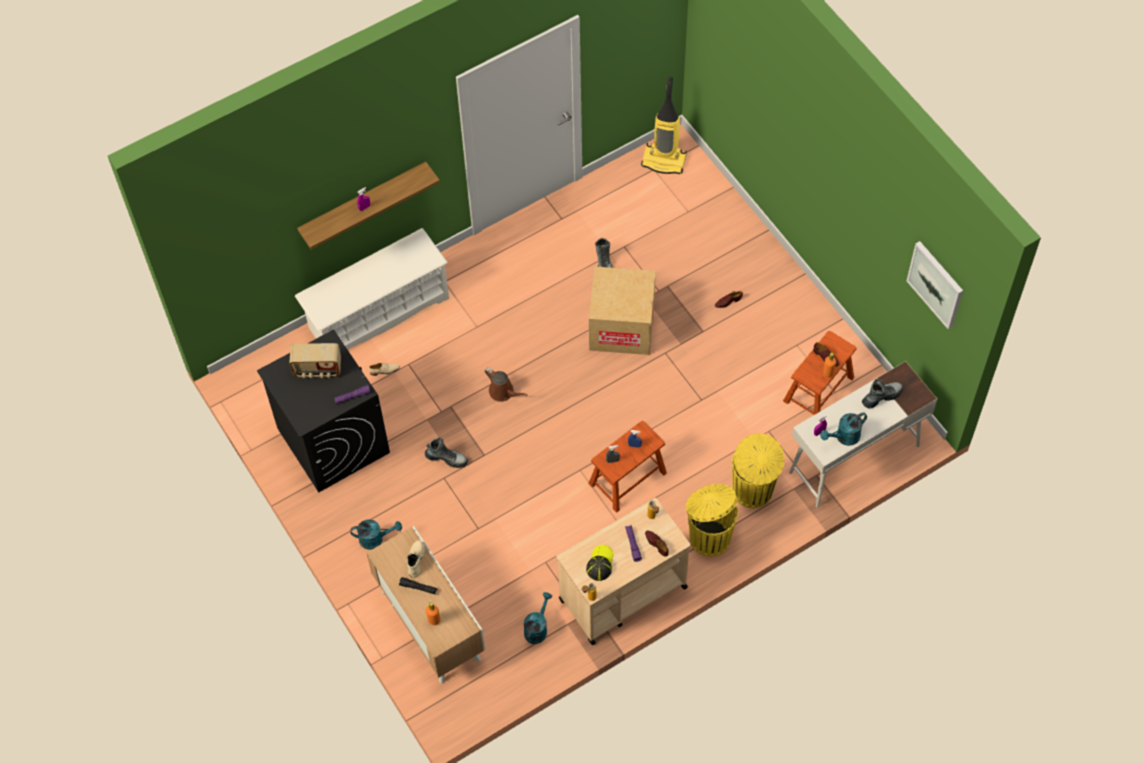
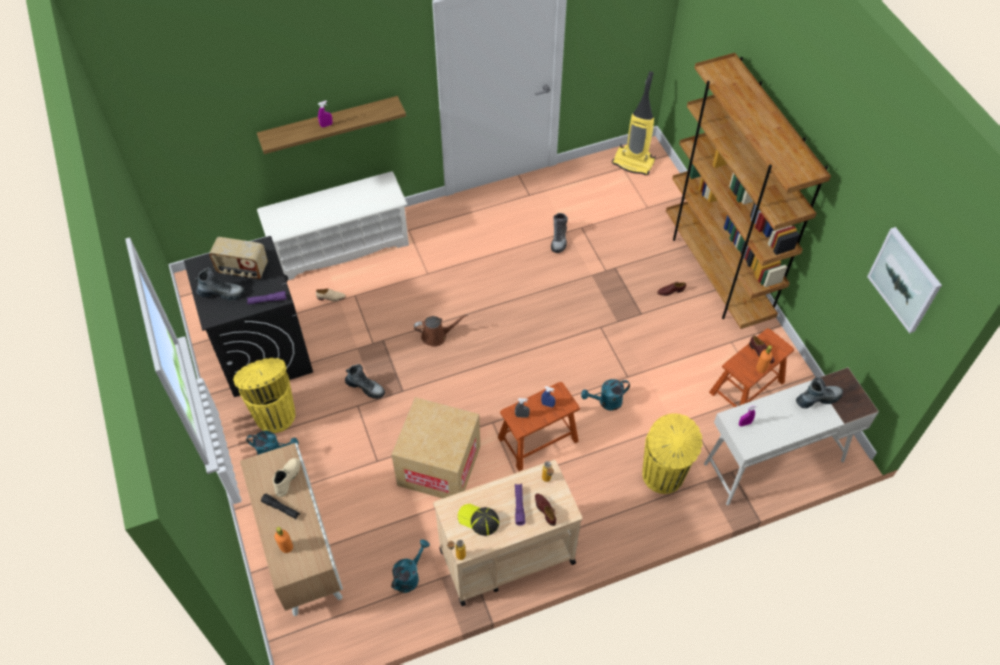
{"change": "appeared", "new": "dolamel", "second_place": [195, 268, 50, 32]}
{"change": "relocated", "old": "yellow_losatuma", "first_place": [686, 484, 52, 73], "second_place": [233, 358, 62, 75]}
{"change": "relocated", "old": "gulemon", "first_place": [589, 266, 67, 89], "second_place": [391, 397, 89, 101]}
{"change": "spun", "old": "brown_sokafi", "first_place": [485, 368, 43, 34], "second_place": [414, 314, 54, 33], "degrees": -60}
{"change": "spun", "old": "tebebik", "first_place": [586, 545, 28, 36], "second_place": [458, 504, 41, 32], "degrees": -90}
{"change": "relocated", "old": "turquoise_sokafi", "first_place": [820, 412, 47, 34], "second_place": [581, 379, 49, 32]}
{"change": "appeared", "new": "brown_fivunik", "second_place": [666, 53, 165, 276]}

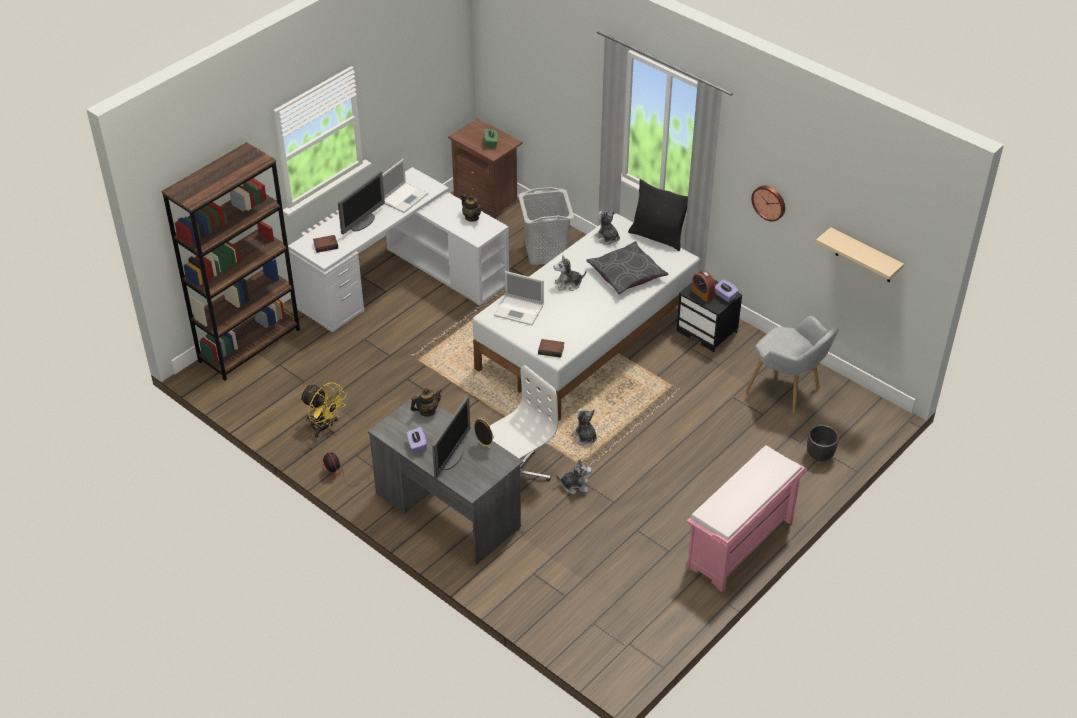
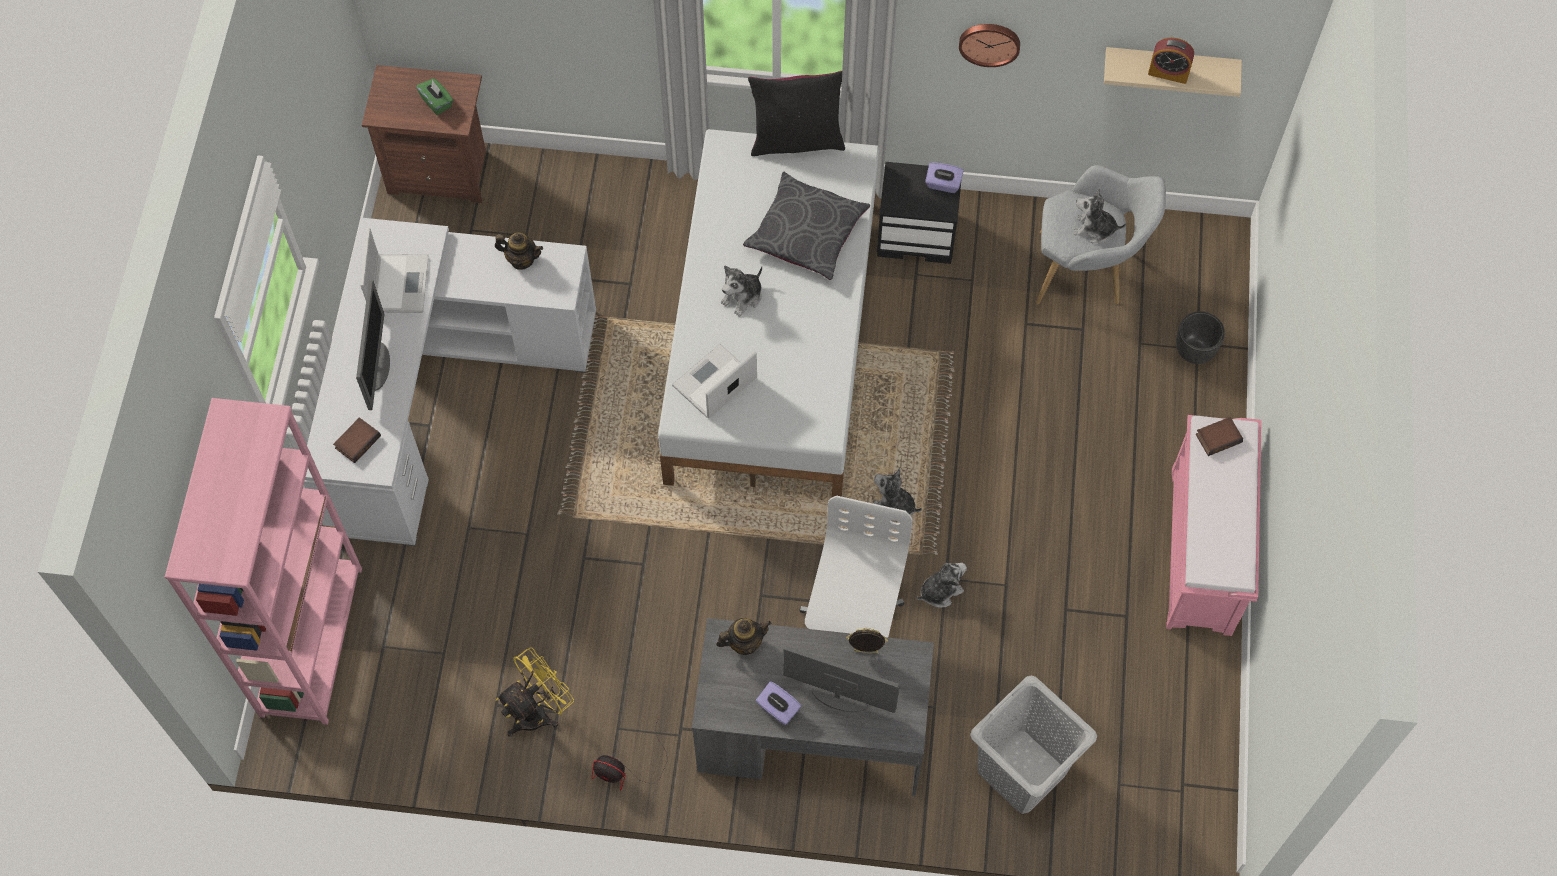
{"change": "colour", "old": "brown_fivunik", "new": "pink_fivunik", "first_place": [161, 142, 139, 239], "second_place": [165, 398, 197, 327]}
{"change": "spun", "old": "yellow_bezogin", "first_place": [300, 382, 47, 56], "second_place": [496, 648, 78, 89], "degrees": -45}
{"change": "spun", "old": "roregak", "first_place": [494, 271, 50, 54], "second_place": [672, 344, 85, 74], "degrees": 150}
{"change": "spun", "old": "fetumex", "first_place": [410, 388, 32, 29], "second_place": [716, 618, 55, 37], "degrees": 45}
{"change": "spun", "old": "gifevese", "first_place": [432, 396, 38, 82], "second_place": [783, 646, 117, 67], "degrees": -60}
{"change": "relocated", "old": "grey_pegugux", "first_place": [518, 187, 56, 78], "second_place": [970, 675, 127, 139]}
{"change": "relocated", "old": "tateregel", "first_place": [594, 210, 26, 35], "second_place": [1074, 188, 52, 55]}
{"change": "relocated", "old": "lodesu", "first_place": [691, 270, 24, 32], "second_place": [1148, 38, 46, 46]}
{"change": "relocated", "old": "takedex", "first_place": [538, 339, 26, 19], "second_place": [1196, 417, 47, 39]}

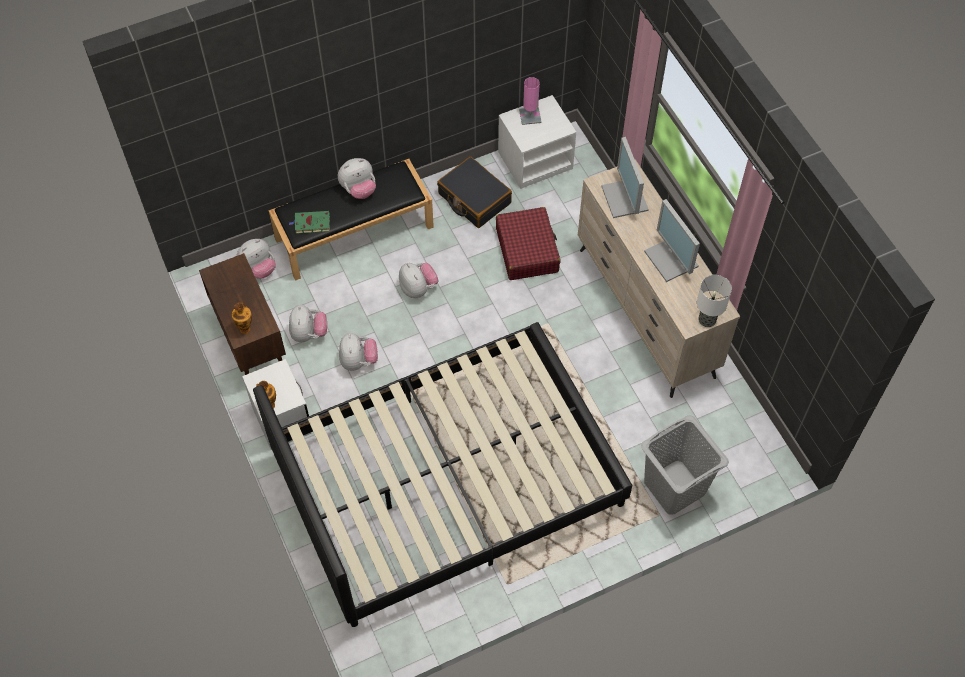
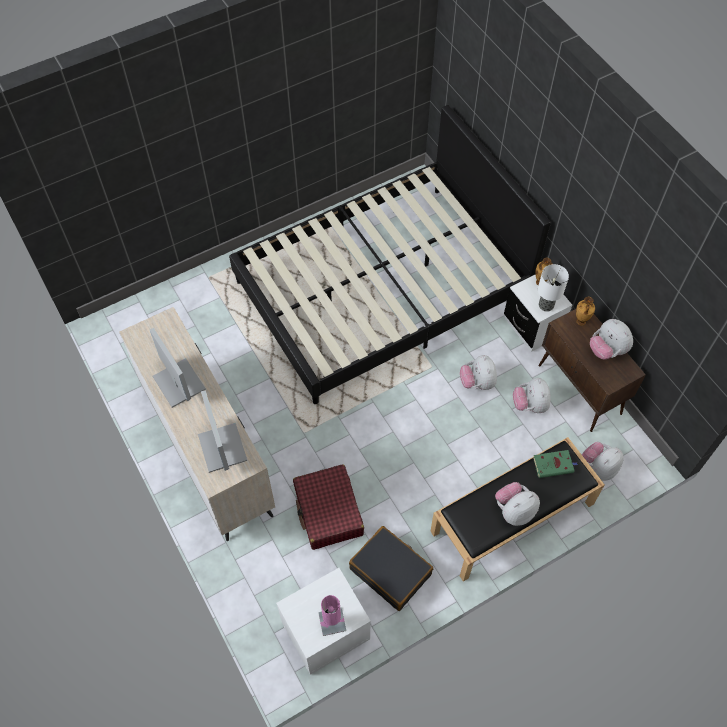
{"change": "relocated", "old": "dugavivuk", "first_place": [697, 275, 35, 52], "second_place": [538, 264, 31, 48]}
{"change": "relocated", "old": "tateregel", "first_place": [399, 263, 39, 35], "second_place": [590, 319, 43, 40]}
{"change": "missing", "old": "grey_pegugux", "first_place": [641, 415, 88, 100]}

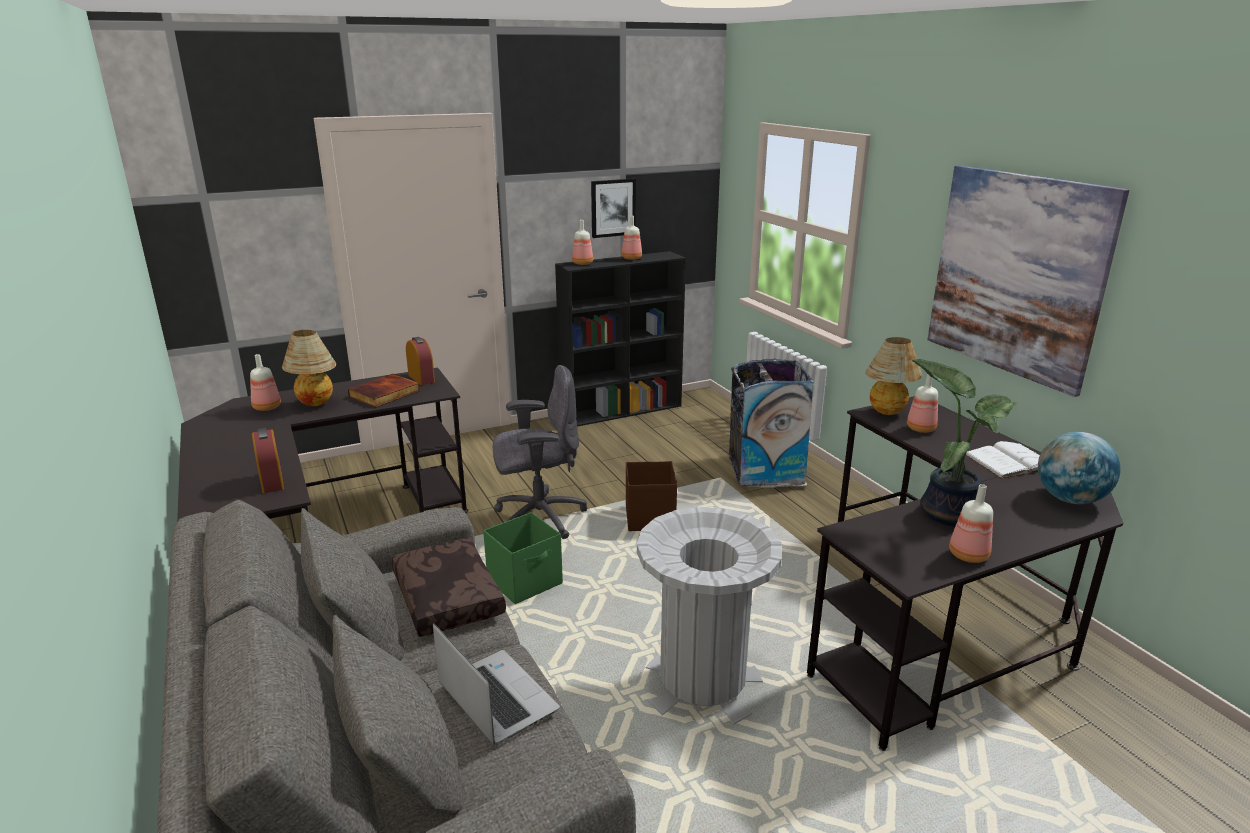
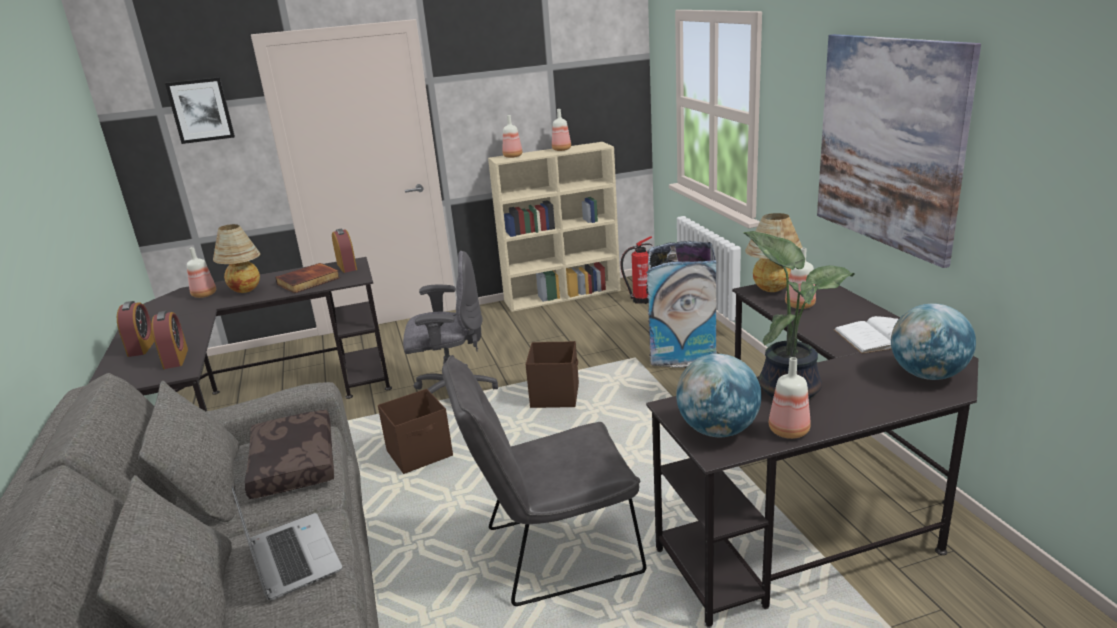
{"change": "appeared", "new": "lodesu", "second_place": [117, 301, 37, 56]}
{"change": "relocated", "old": "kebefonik", "first_place": [591, 178, 45, 60], "second_place": [165, 77, 70, 67]}
{"change": "colour", "old": "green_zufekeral", "new": "brown_zufekeral", "first_place": [483, 512, 80, 92], "second_place": [378, 389, 75, 85]}
{"change": "exchanged", "old": "grey_losatuma", "new": "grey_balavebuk", "first_place": [637, 507, 145, 218], "second_place": [442, 355, 204, 251]}
{"change": "colour", "old": "black_fivunik", "new": "beige_fivunik", "first_place": [555, 251, 131, 176], "second_place": [488, 142, 133, 170]}
{"change": "appeared", "new": "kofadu", "second_place": [621, 236, 31, 68]}
{"change": "appeared", "new": "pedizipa", "second_place": [676, 354, 85, 83]}

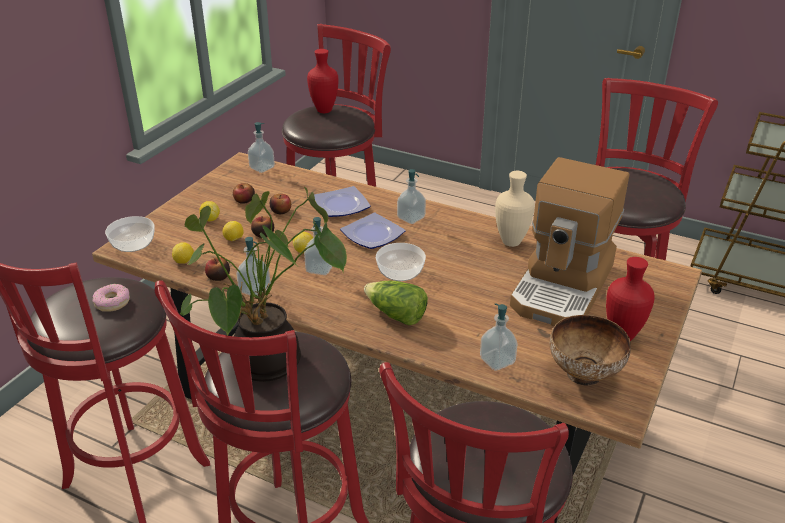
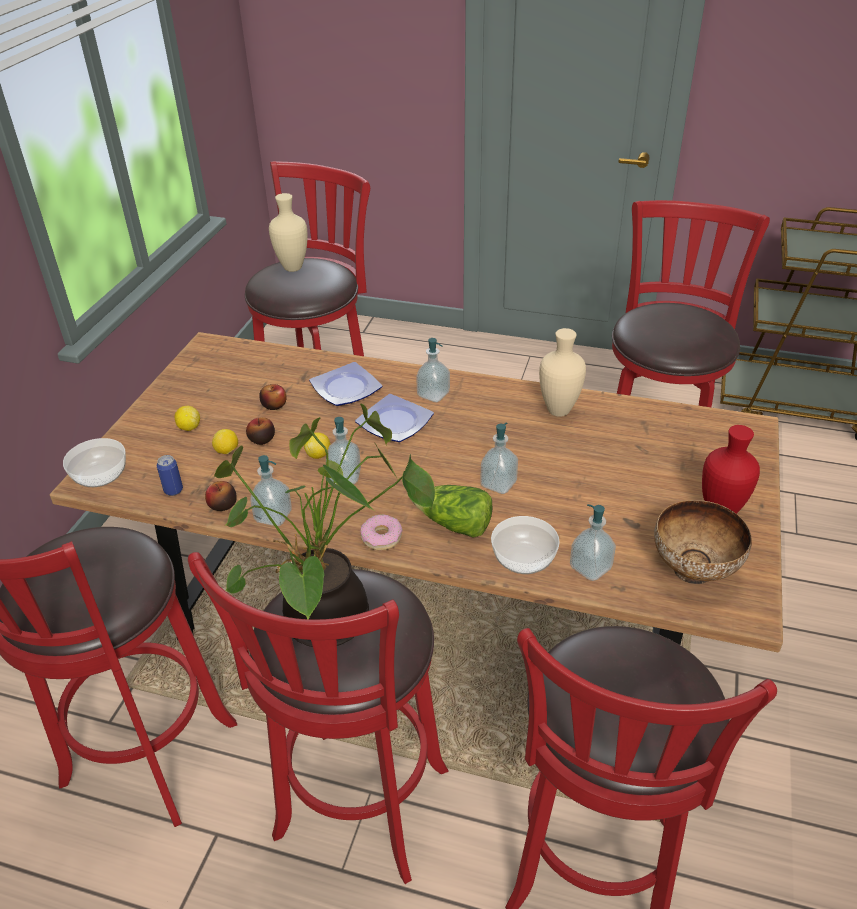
{"change": "exchanged", "old": "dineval", "new": "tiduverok", "first_place": [172, 242, 22, 22], "second_place": [157, 455, 26, 41]}
{"change": "colour", "old": "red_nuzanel", "new": "beige_nuzanel", "first_place": [307, 49, 31, 64], "second_place": [269, 193, 39, 79]}
{"change": "relocated", "old": "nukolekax", "first_place": [92, 284, 38, 28], "second_place": [360, 514, 43, 37]}
{"change": "relocated", "old": "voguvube", "first_place": [248, 122, 27, 51], "second_place": [480, 423, 38, 71]}
{"change": "relocated", "old": "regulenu", "first_place": [376, 243, 50, 38], "second_place": [491, 516, 69, 58]}
{"change": "missing", "old": "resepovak", "first_place": [233, 183, 22, 21]}
{"change": "missing", "old": "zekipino", "first_place": [510, 157, 120, 169]}

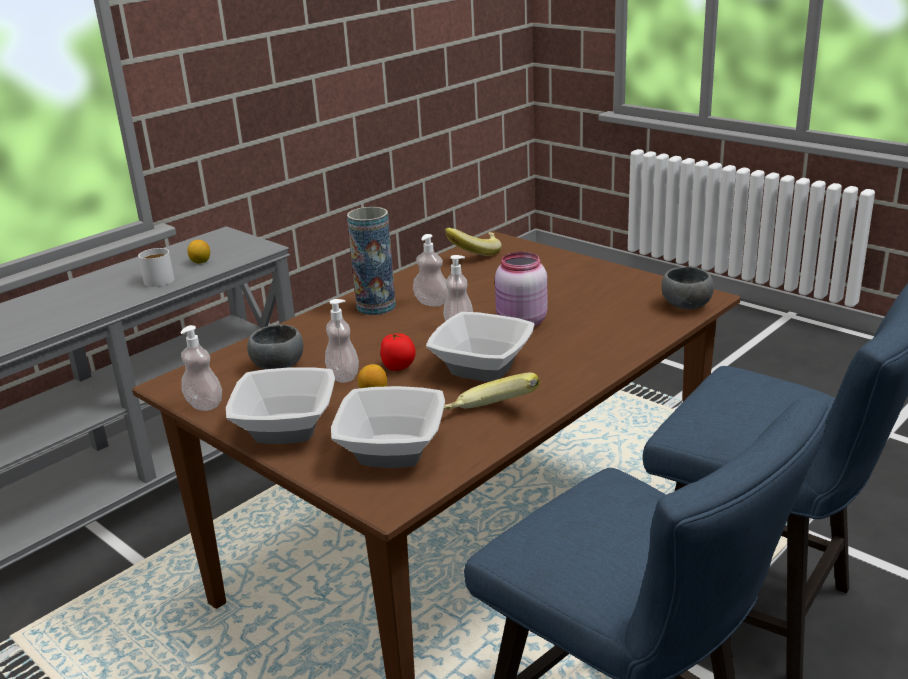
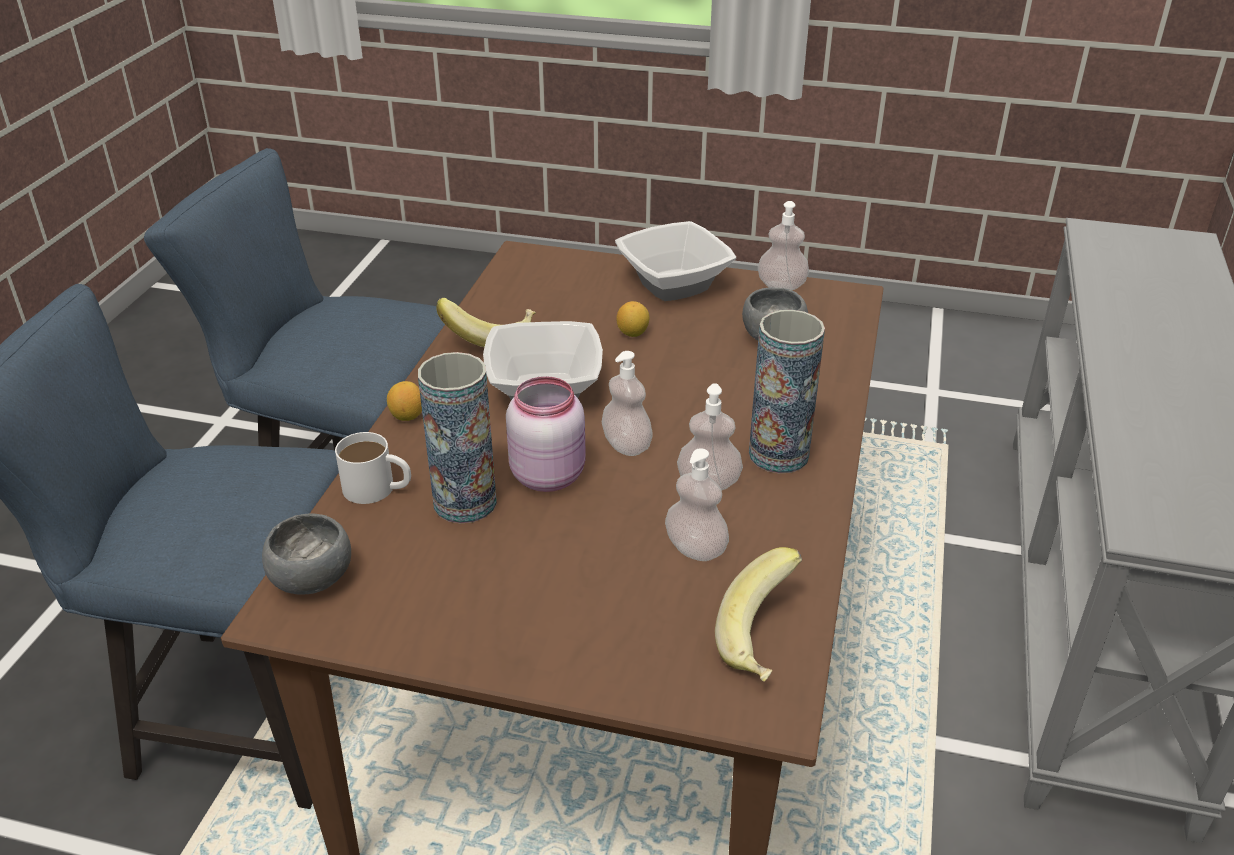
{"change": "relocated", "old": "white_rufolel", "first_place": [138, 248, 36, 39], "second_place": [335, 432, 76, 72]}
{"change": "relocated", "old": "dineval", "first_place": [187, 240, 23, 24], "second_place": [387, 381, 35, 40]}
{"change": "appeared", "new": "nuzanel", "second_place": [418, 352, 79, 171]}
{"change": "relocated", "old": "voguvube", "first_place": [325, 299, 34, 84], "second_place": [665, 448, 64, 113]}
{"change": "missing", "old": "regulenu", "first_place": [331, 386, 114, 82]}
{"change": "missing", "old": "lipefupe", "first_place": [380, 333, 36, 38]}

